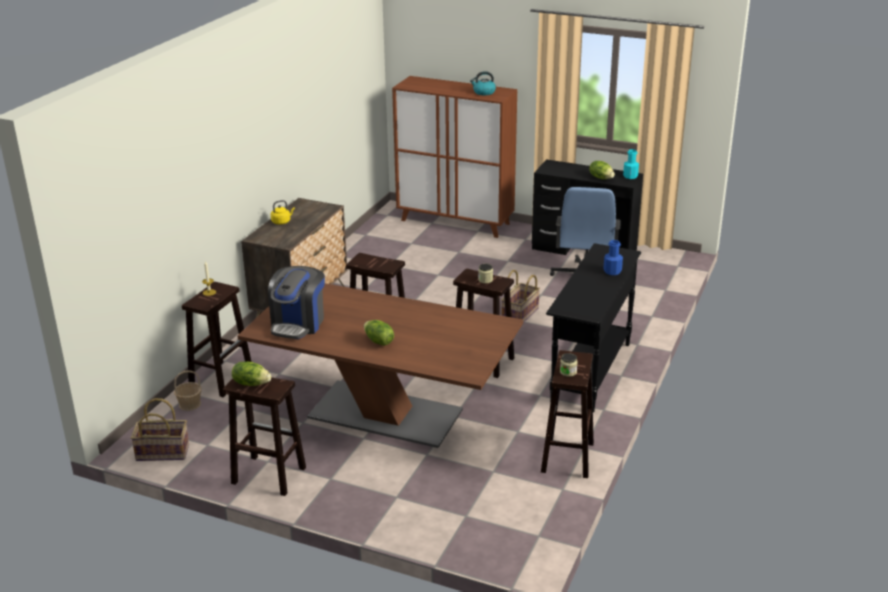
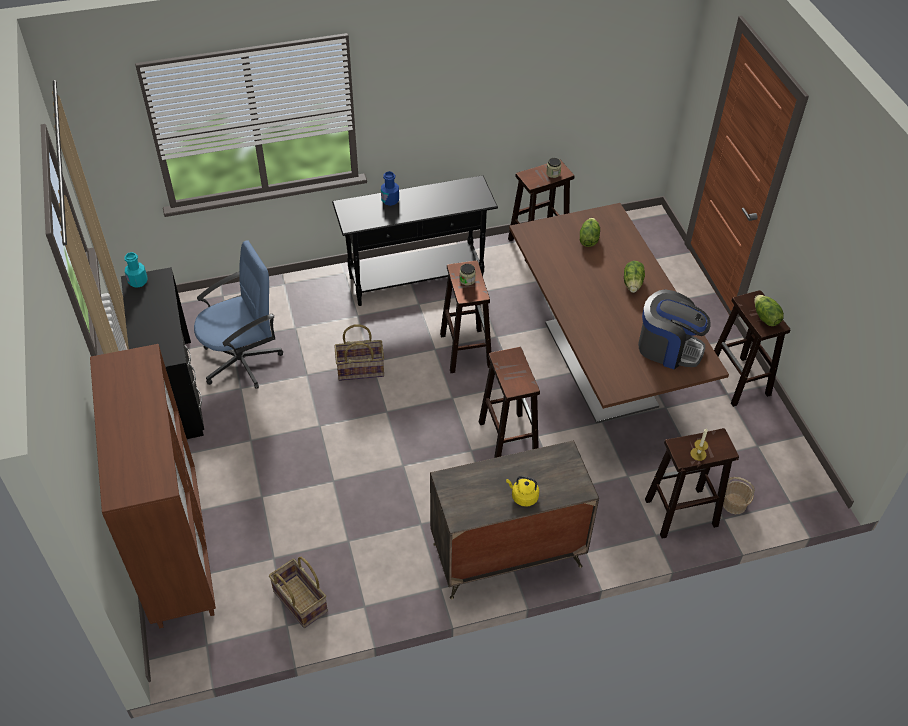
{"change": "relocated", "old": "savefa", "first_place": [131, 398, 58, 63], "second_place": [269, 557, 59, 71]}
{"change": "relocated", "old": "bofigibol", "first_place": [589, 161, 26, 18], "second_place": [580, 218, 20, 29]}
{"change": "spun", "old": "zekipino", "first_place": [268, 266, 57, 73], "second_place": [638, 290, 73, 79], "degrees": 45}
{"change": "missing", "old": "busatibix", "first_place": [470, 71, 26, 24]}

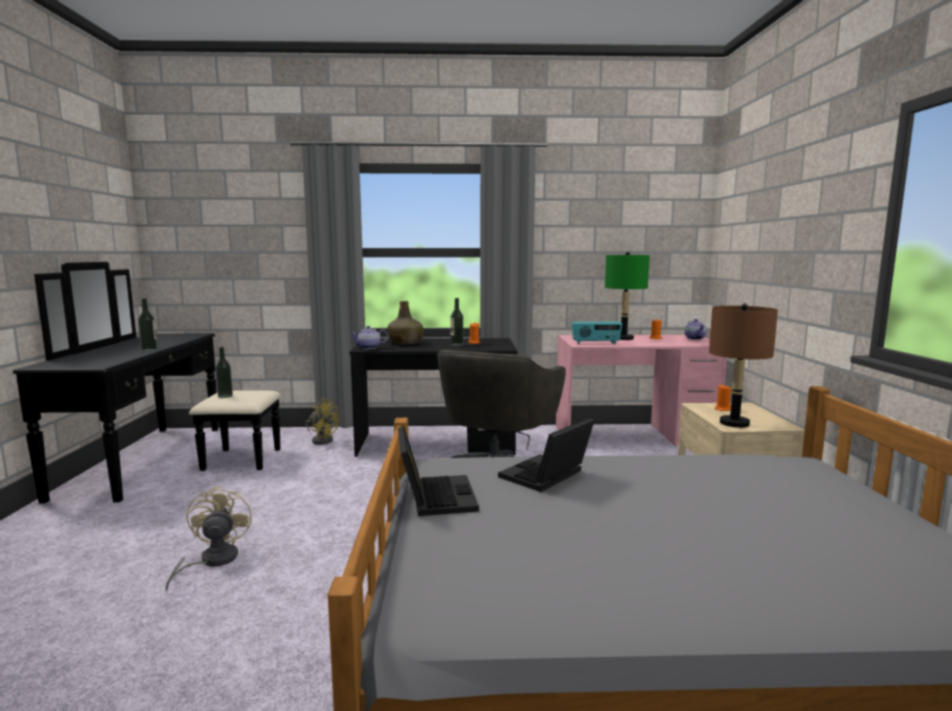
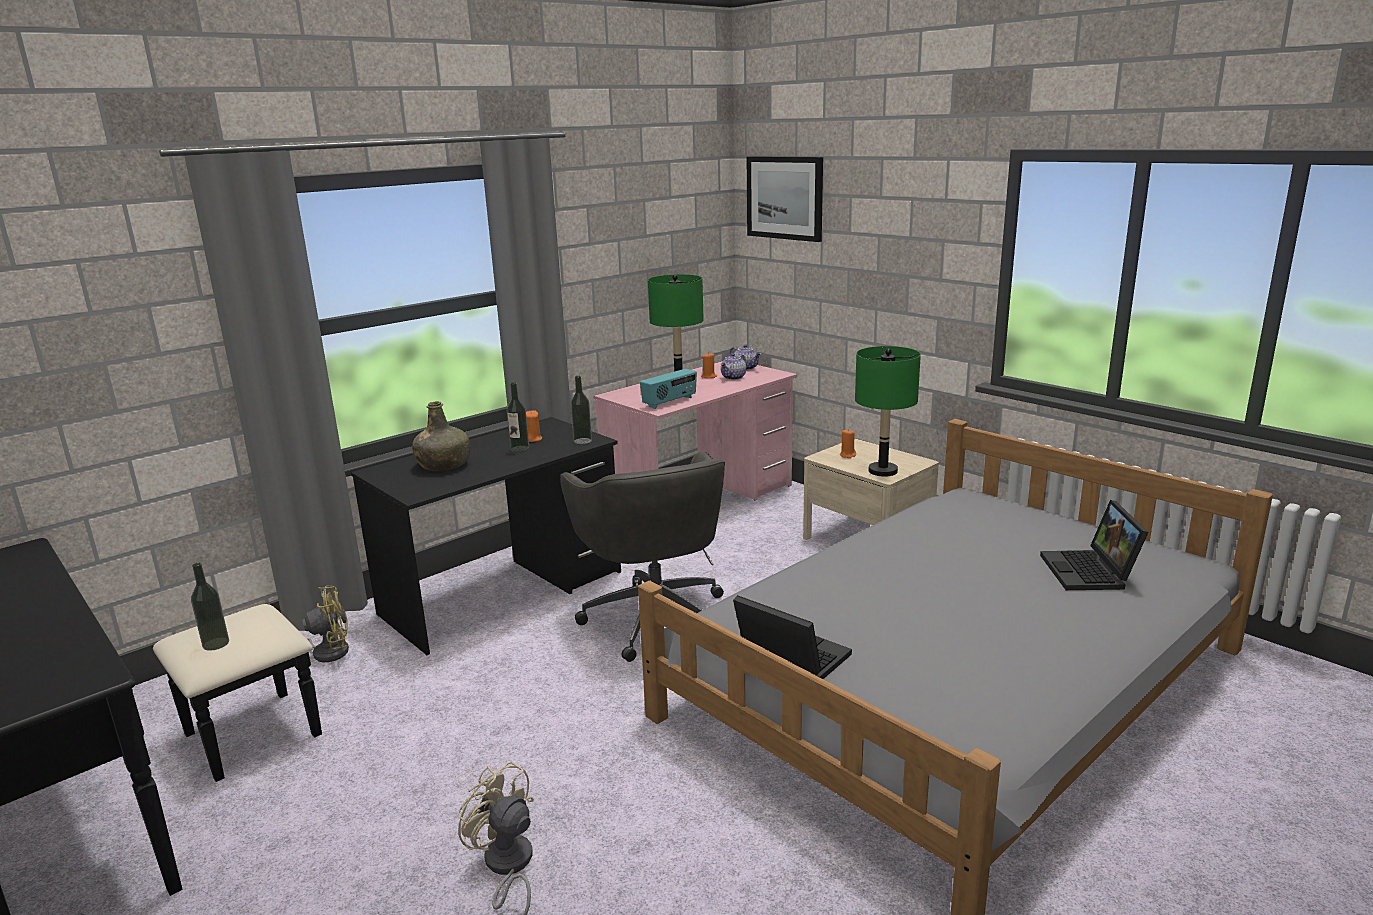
{"change": "relocated", "old": "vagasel", "first_place": [138, 298, 19, 54], "second_place": [571, 376, 21, 68]}
{"change": "relocated", "old": "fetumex", "first_place": [349, 326, 39, 23], "second_place": [721, 353, 25, 27]}
{"change": "appeared", "new": "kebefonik", "second_place": [747, 156, 76, 86]}
{"change": "colour", "old": "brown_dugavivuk", "new": "green_dugavivuk", "first_place": [709, 303, 69, 125], "second_place": [855, 346, 66, 131]}
{"change": "relocated", "old": "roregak", "first_place": [498, 418, 97, 74], "second_place": [1040, 500, 109, 90]}

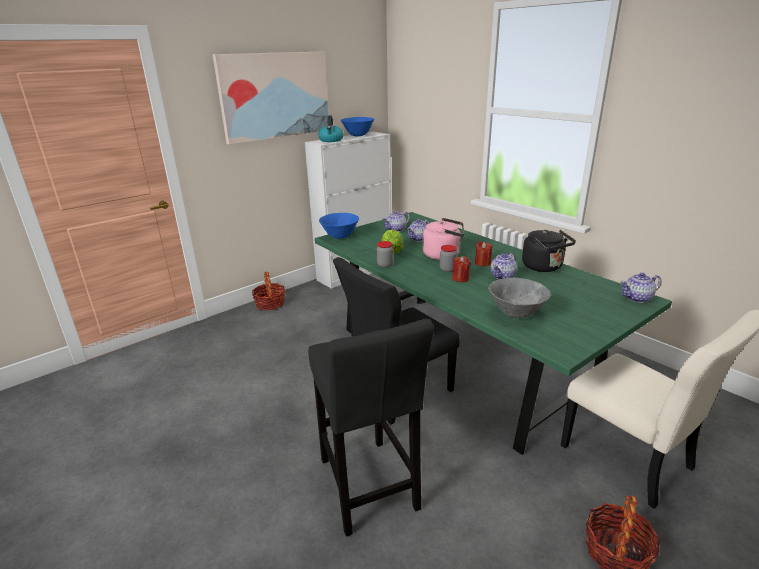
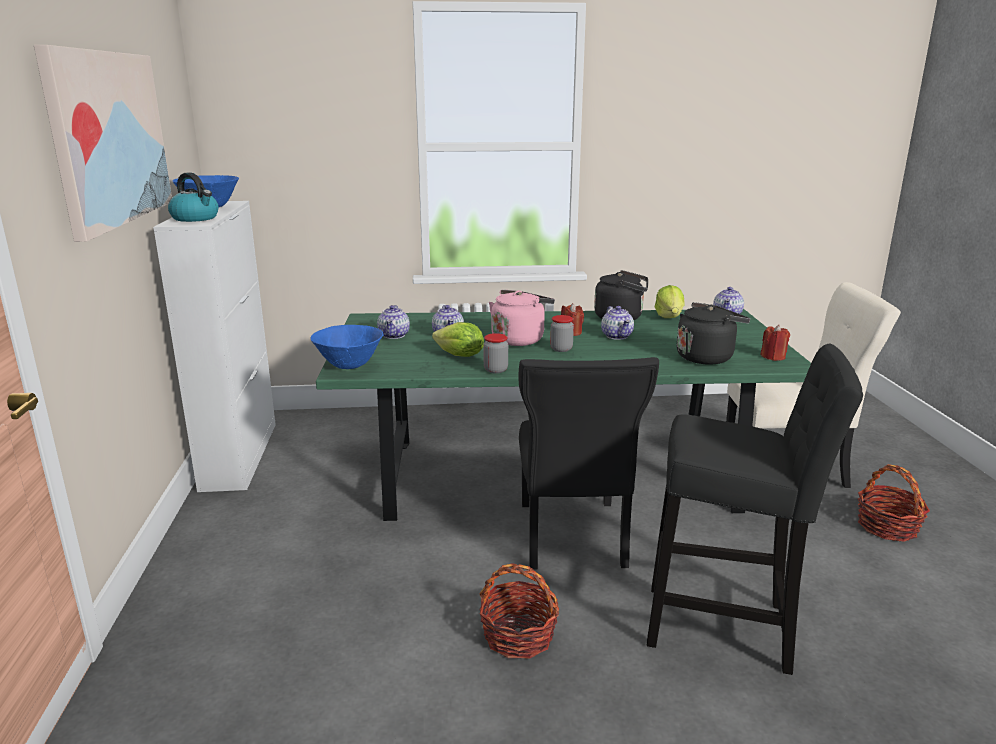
{"change": "relocated", "old": "savefa", "first_place": [252, 271, 33, 39], "second_place": [479, 563, 80, 96]}
{"change": "appeared", "new": "bofigibol", "second_place": [655, 285, 30, 33]}
{"change": "exchanged", "old": "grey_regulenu", "new": "black_busatibix", "first_place": [489, 277, 62, 41], "second_place": [677, 302, 73, 63]}
{"change": "relocated", "old": "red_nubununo", "first_place": [452, 256, 19, 26], "second_place": [760, 325, 30, 36]}

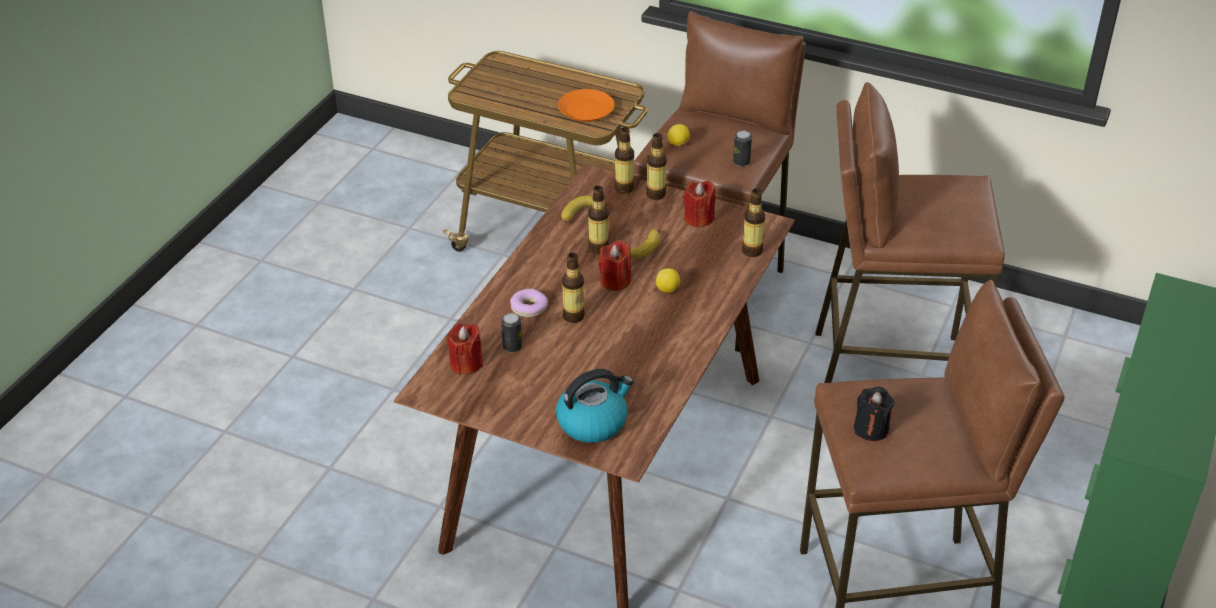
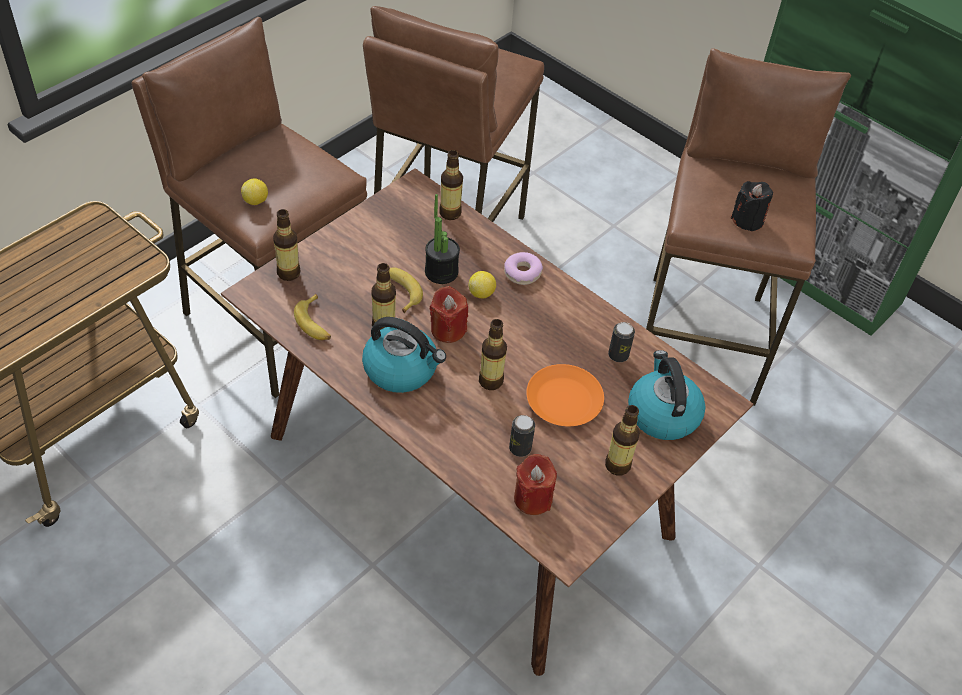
{"change": "appeared", "new": "busatibix", "second_place": [362, 317, 84, 76]}
{"change": "appeared", "new": "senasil", "second_place": [425, 194, 35, 90]}
{"change": "relocated", "old": "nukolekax", "first_place": [510, 289, 38, 28], "second_place": [504, 252, 39, 33]}
{"change": "relocated", "old": "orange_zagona", "first_place": [558, 89, 57, 33], "second_place": [526, 364, 78, 62]}
{"change": "relocated", "old": "vagasel", "first_place": [646, 133, 21, 67], "second_place": [605, 405, 35, 70]}
{"change": "relocated", "old": "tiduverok", "first_place": [733, 131, 19, 35], "second_place": [608, 322, 27, 40]}
{"change": "missing", "old": "red_nubununo", "first_place": [683, 181, 32, 47]}

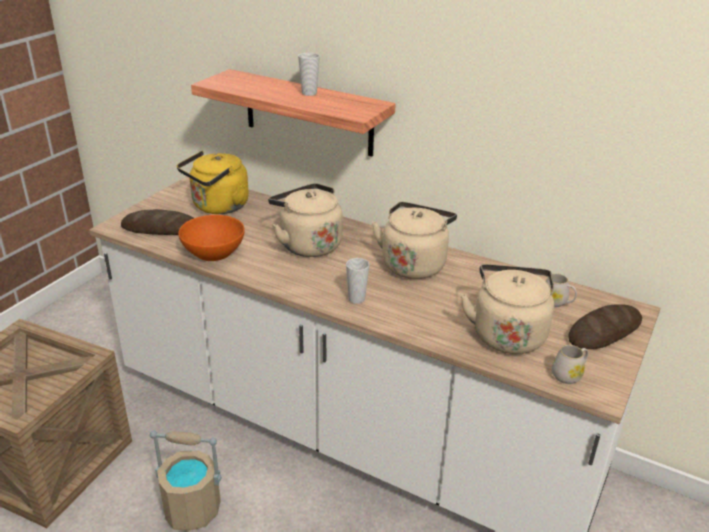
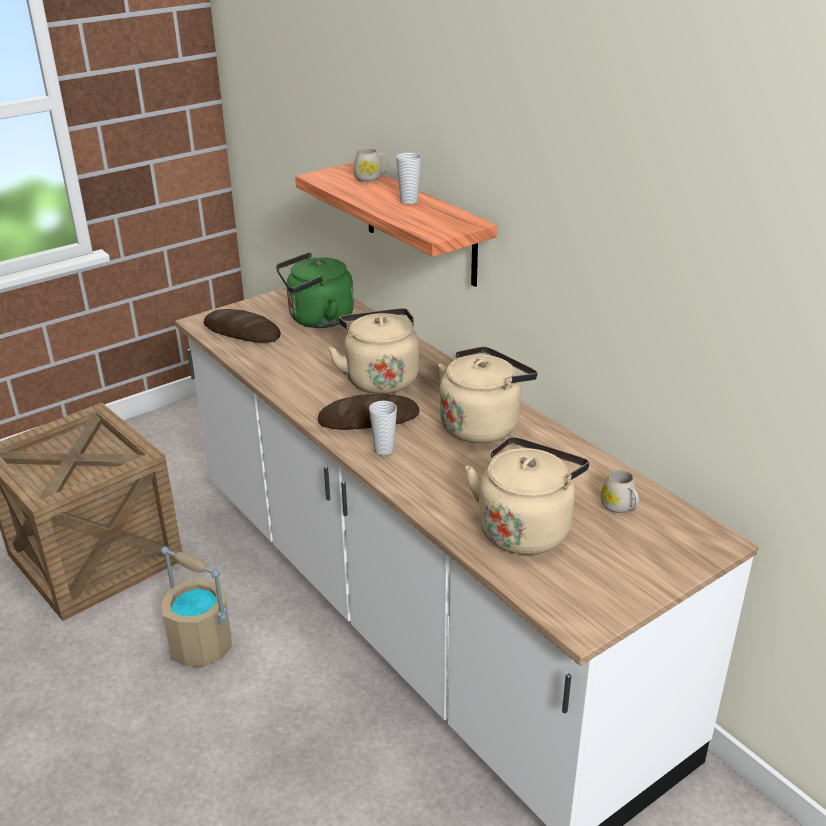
{"change": "colour", "old": "yellow_busatibix", "new": "green_busatibix", "first_place": [177, 151, 72, 63], "second_place": [276, 252, 78, 76]}
{"change": "relocated", "old": "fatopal", "first_place": [568, 304, 74, 45], "second_place": [318, 394, 101, 36]}
{"change": "relocated", "old": "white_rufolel", "first_place": [552, 345, 36, 39], "second_place": [354, 148, 35, 35]}
{"change": "missing", "old": "orange_regulenu", "first_place": [178, 215, 67, 46]}

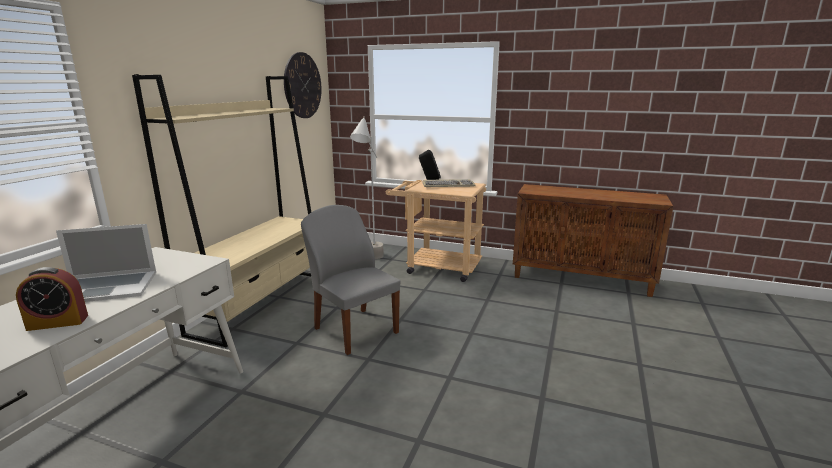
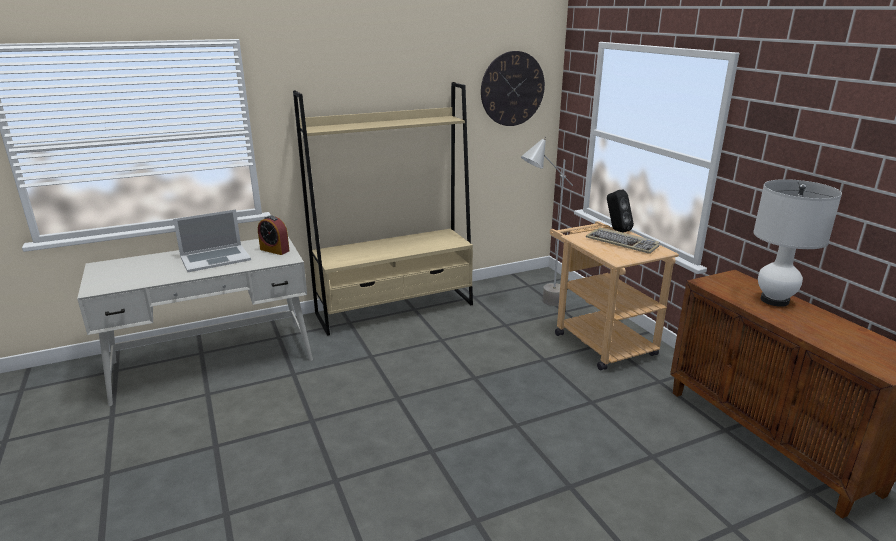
{"change": "spun", "old": "roregak", "first_place": [56, 224, 100, 78], "second_place": [173, 209, 78, 63], "degrees": -60}
{"change": "relocated", "old": "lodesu", "first_place": [16, 267, 72, 64], "second_place": [258, 215, 31, 40]}
{"change": "appeared", "new": "white_dugavivuk", "second_place": [753, 179, 89, 128]}
{"change": "missing", "old": "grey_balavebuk", "first_place": [301, 205, 99, 150]}

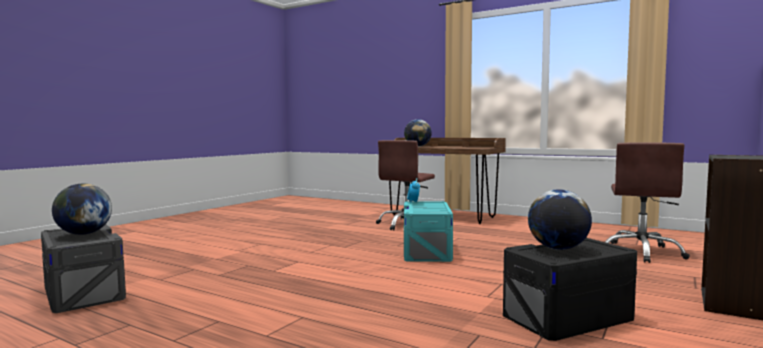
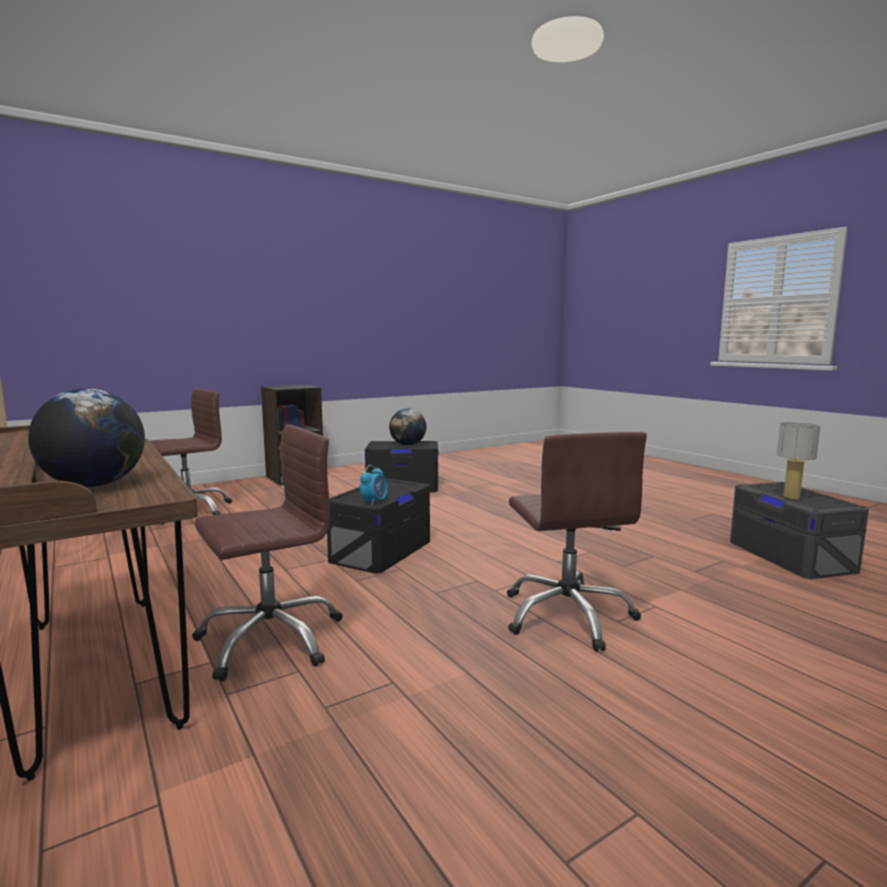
{"change": "colour", "old": "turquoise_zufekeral", "new": "black_zufekeral", "first_place": [404, 201, 49, 61], "second_place": [327, 478, 103, 96]}
{"change": "appeared", "new": "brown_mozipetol", "second_place": [507, 432, 140, 220]}
{"change": "exchanged", "old": "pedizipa", "new": "dugavivuk", "first_place": [52, 183, 60, 52], "second_place": [758, 422, 82, 81]}

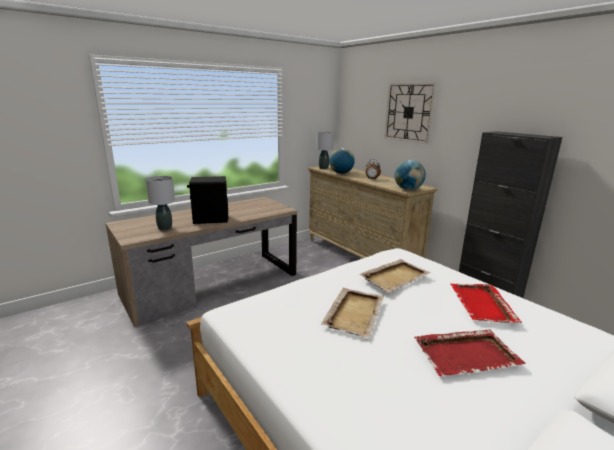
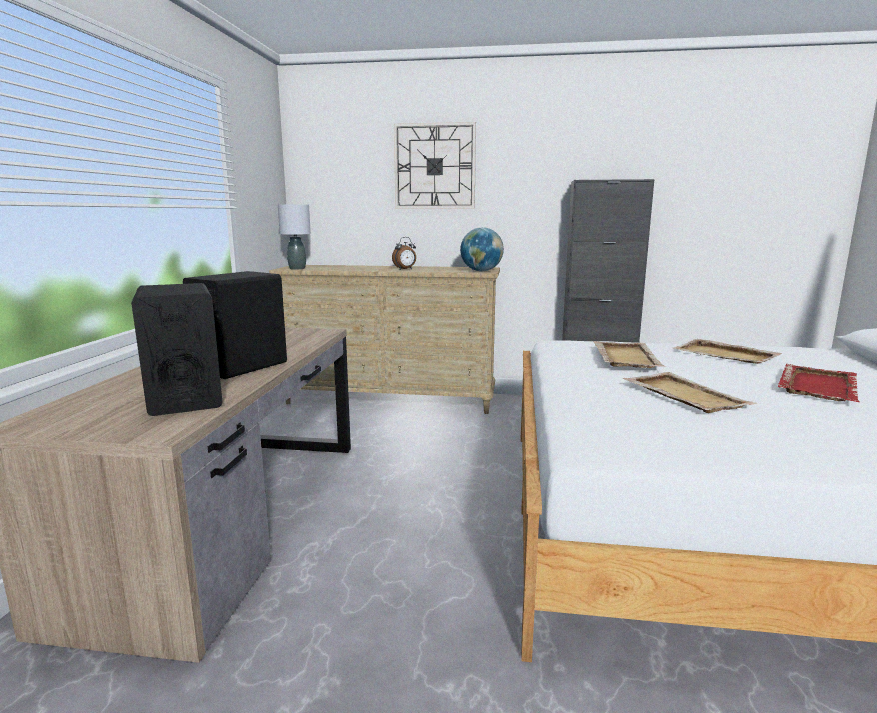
{"change": "exchanged", "old": "grey_dugavivuk", "new": "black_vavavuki", "first_place": [145, 176, 30, 54], "second_place": [131, 283, 92, 133]}
{"change": "colour", "old": "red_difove", "new": "beige_difove", "first_place": [451, 284, 71, 39], "second_place": [674, 339, 109, 25]}
{"change": "missing", "old": "pedizipa", "first_place": [329, 148, 26, 26]}

